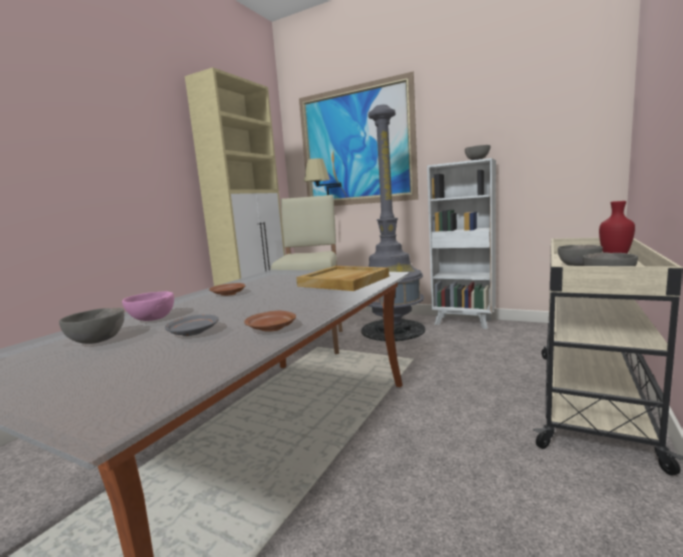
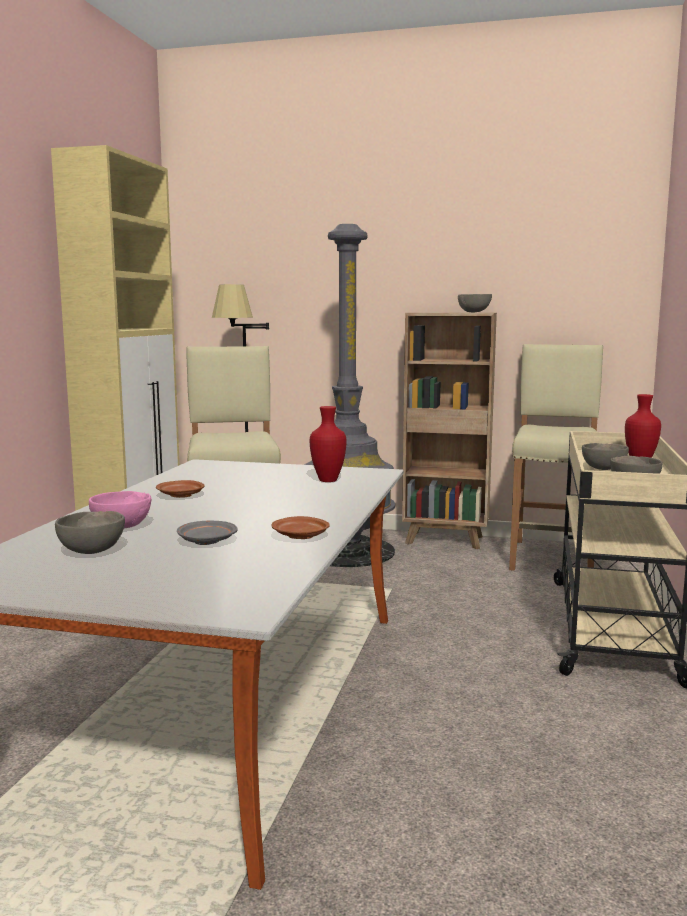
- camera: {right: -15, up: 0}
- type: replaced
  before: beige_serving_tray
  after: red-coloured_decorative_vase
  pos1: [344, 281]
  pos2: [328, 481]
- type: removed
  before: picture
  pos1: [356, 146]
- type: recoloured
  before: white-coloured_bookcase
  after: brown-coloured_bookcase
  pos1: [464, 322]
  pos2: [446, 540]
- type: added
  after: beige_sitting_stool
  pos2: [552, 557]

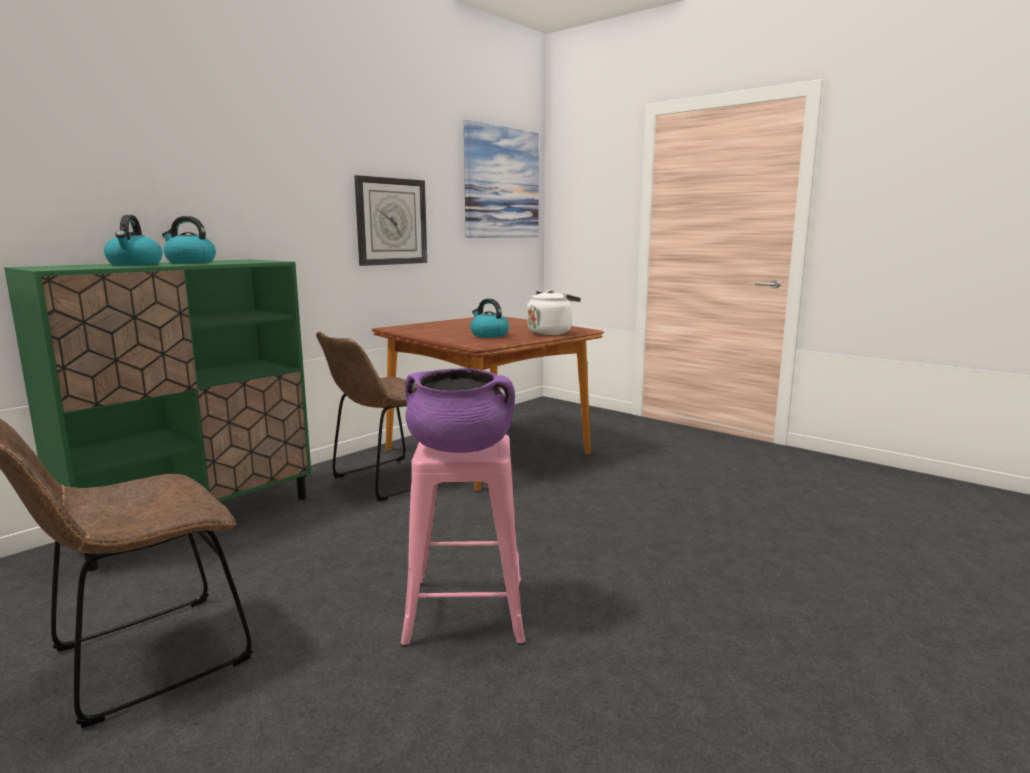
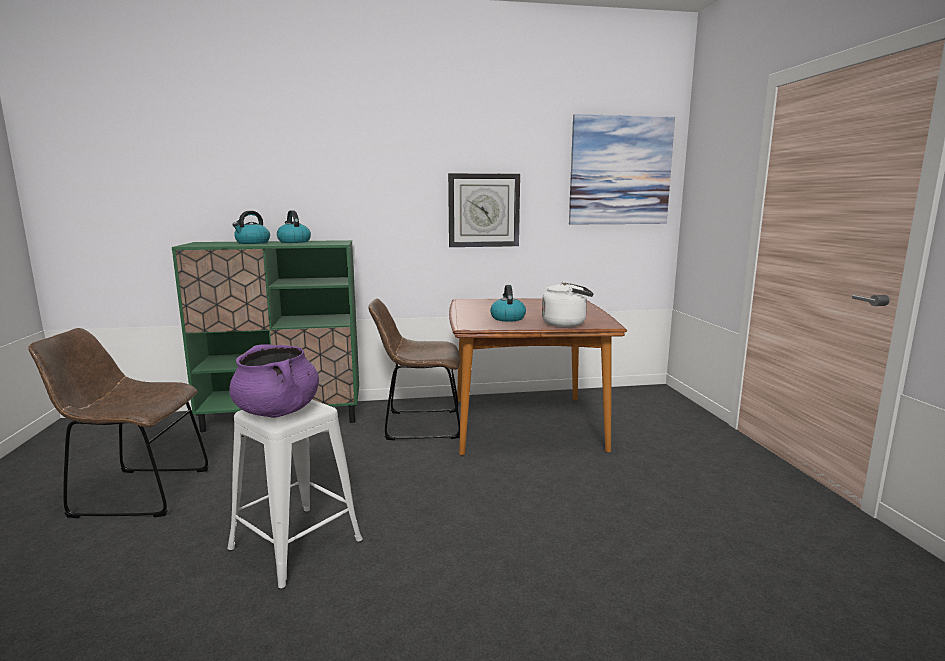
- camera: {right: 40, up: 0}
- type: recoloured
  before: pink-coloured_sitting_stool
  after: white-coloured_sitting_stool
  pos1: [466, 610]
  pos2: [296, 544]

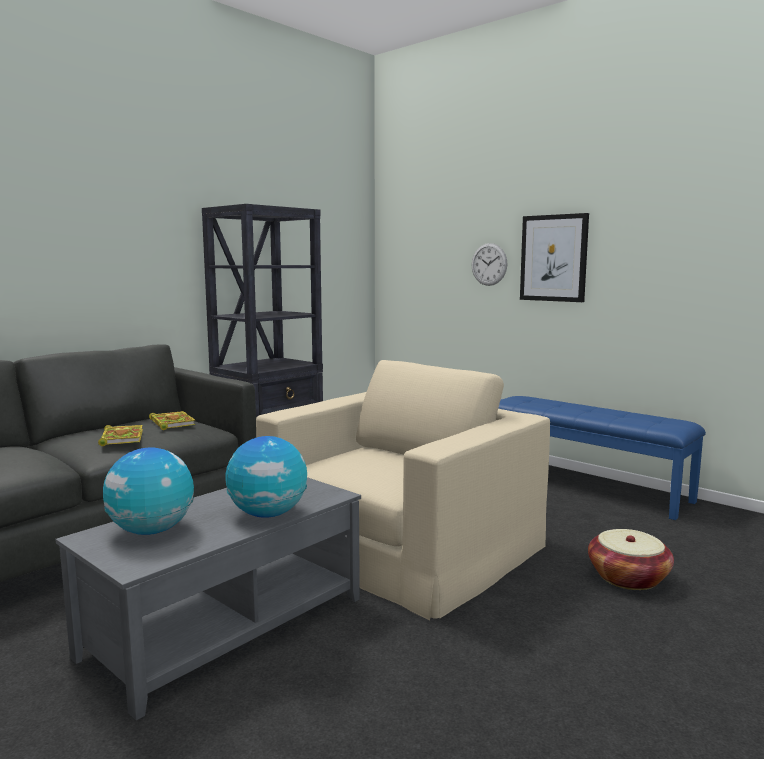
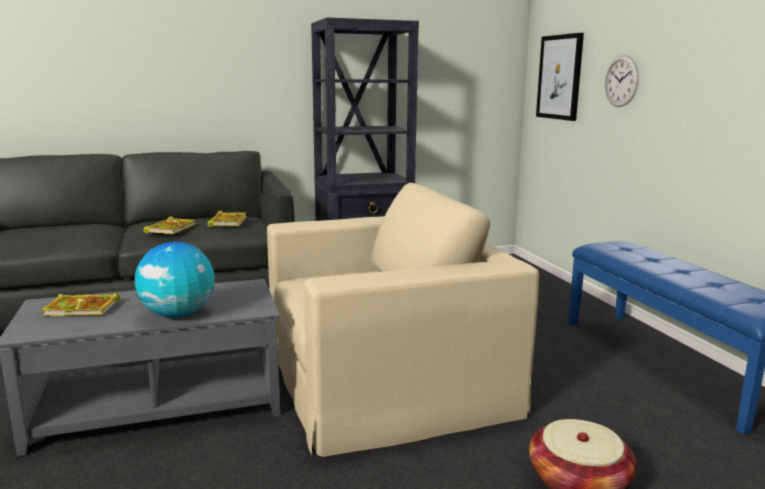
- camera: {right: 30, up: 5}
- type: replaced
  before: desk_globe
  after: bound_book
  pos1: [152, 531]
  pos2: [84, 308]
- type: moved
  before: picture
  pos1: [553, 258]
  pos2: [560, 77]

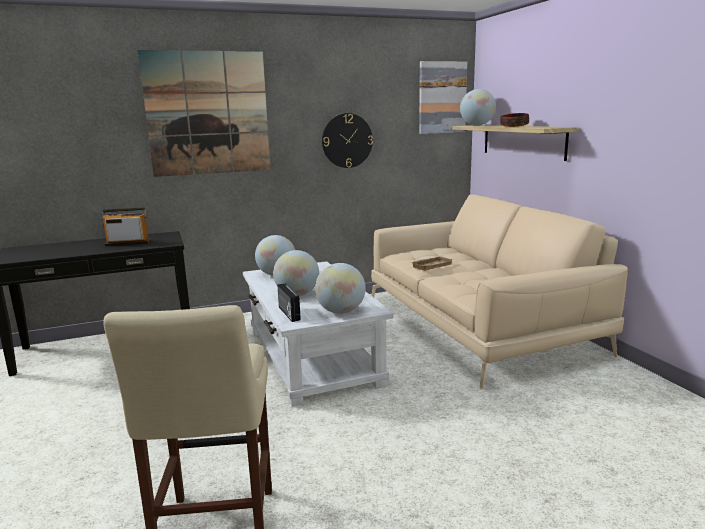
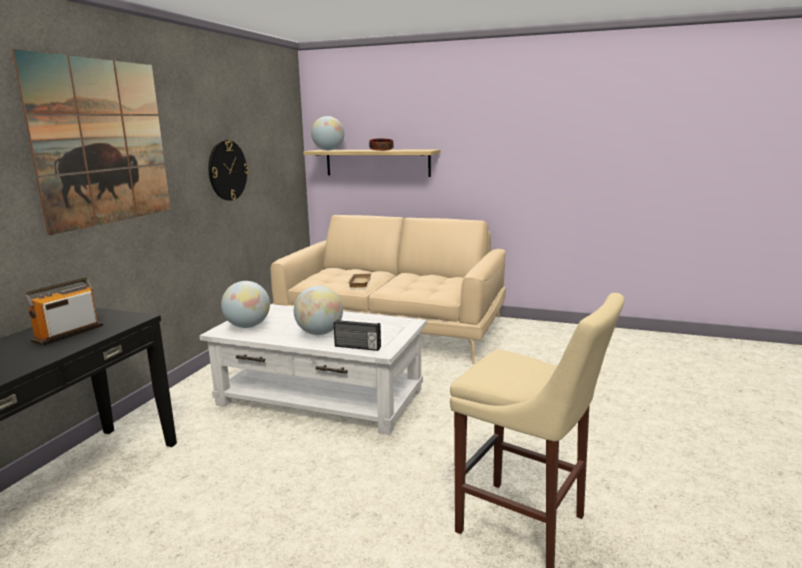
- camera: {right: -50, up: 0}
- type: removed
  before: desk_globe
  pos1: [341, 312]
- type: removed
  before: picture
  pos1: [442, 97]

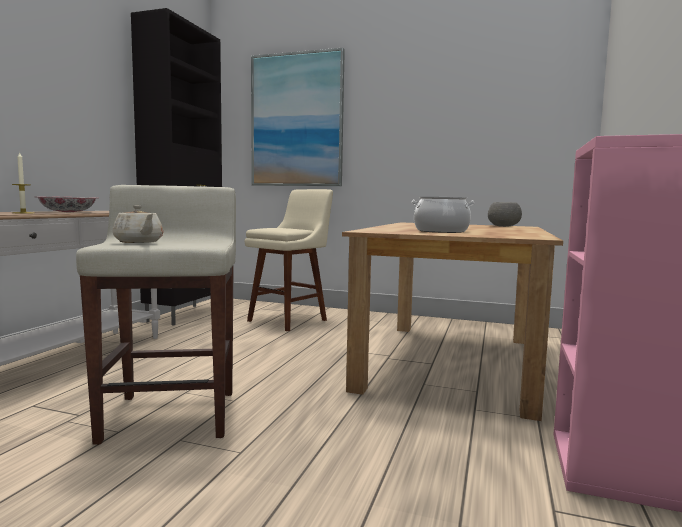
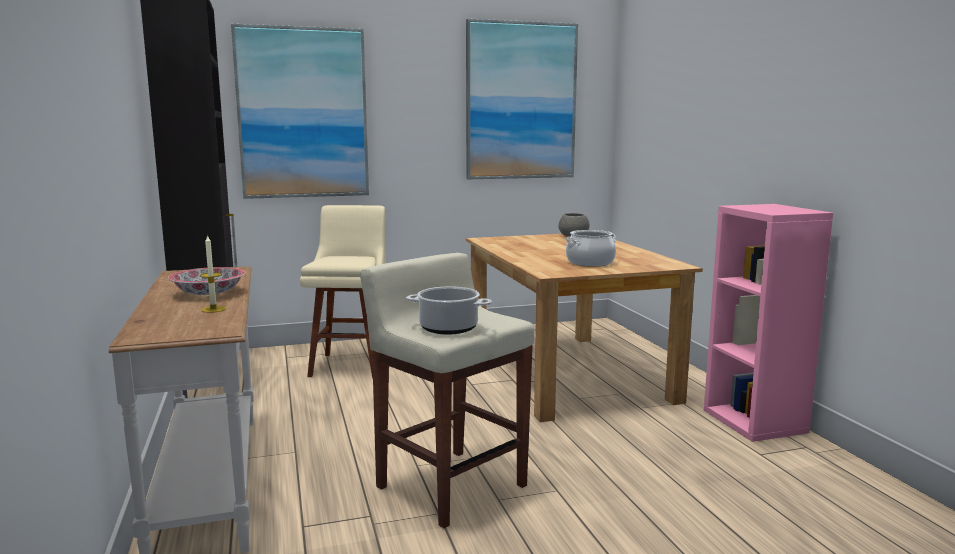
- camera: {right: -35, up: 5}
- type: replaced
  before: beige_teapot
  after: saucepot
  pos1: [139, 242]
  pos2: [447, 328]
- type: added
  after: picture
  pos2: [521, 101]

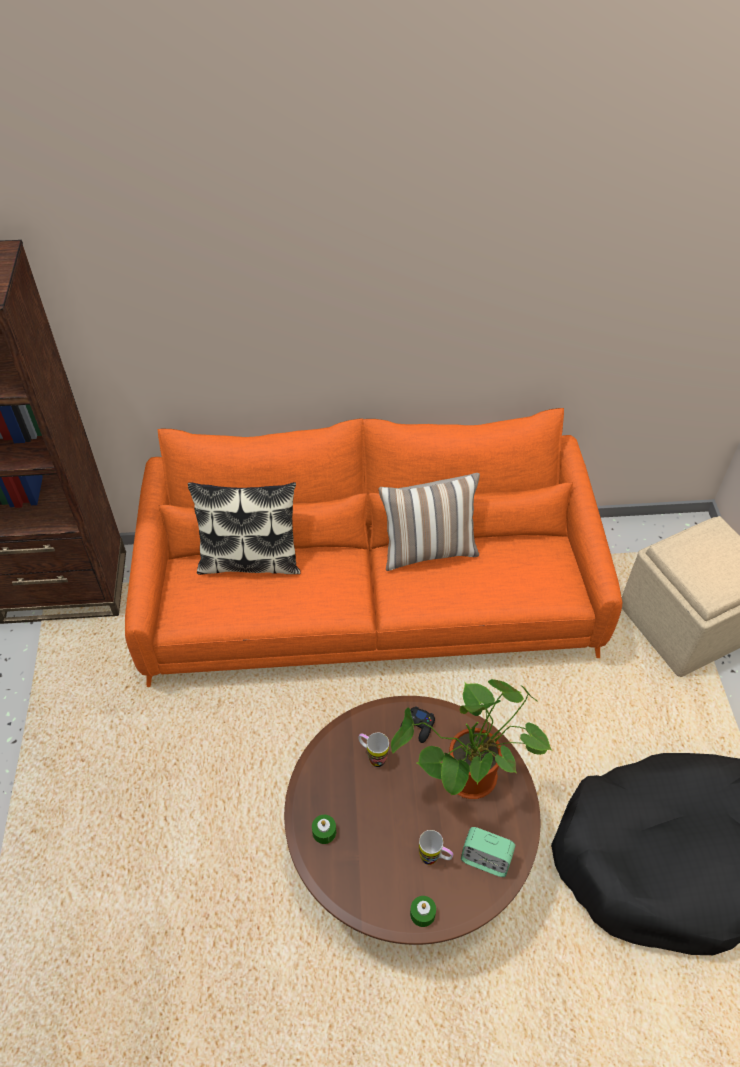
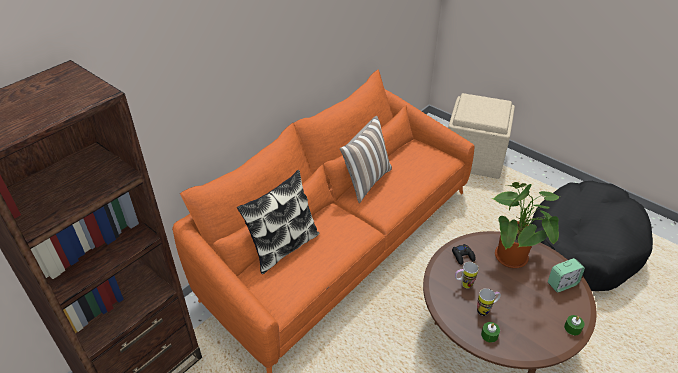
- camera: {right: -45, up: -10}
- type: moved
  before: coffee_mug
  pos1: [434, 859]
  pos2: [486, 310]

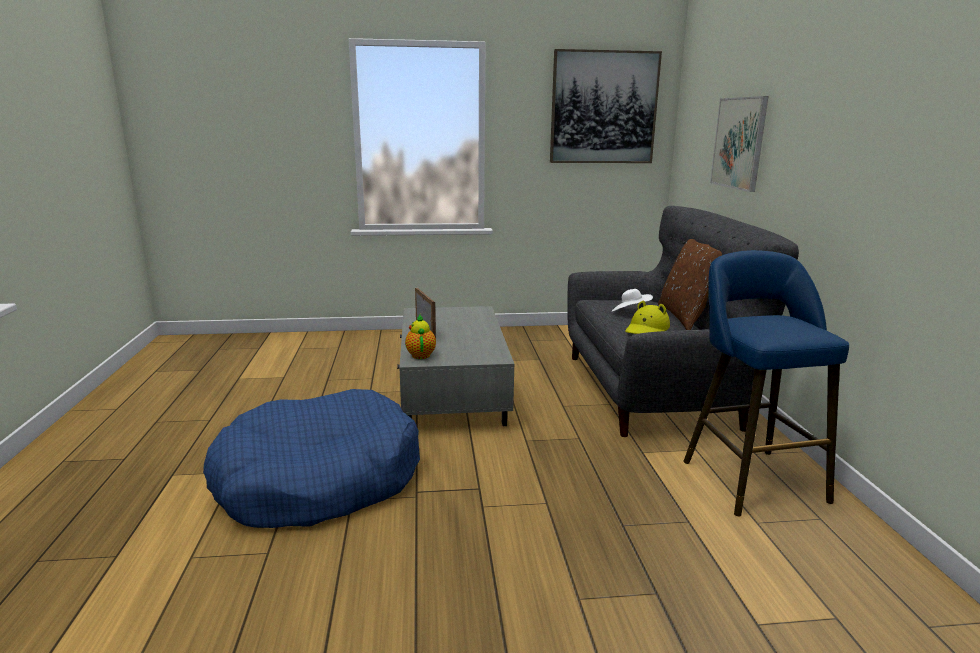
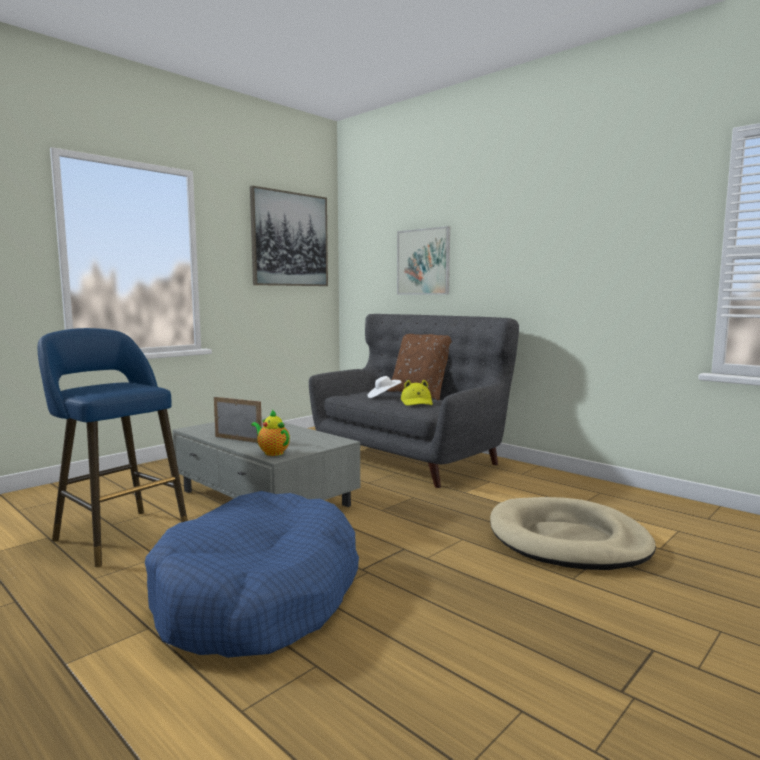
- camera: {right: -40, up: -10}
- type: moved
  before: blue_sitting_stool
  pos1: [748, 477]
  pos2: [118, 534]
- type: added
  after: beige_pet_bed
  pos2: [567, 540]

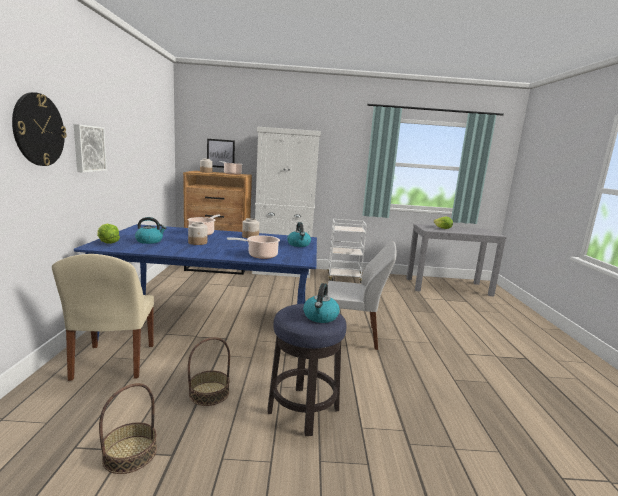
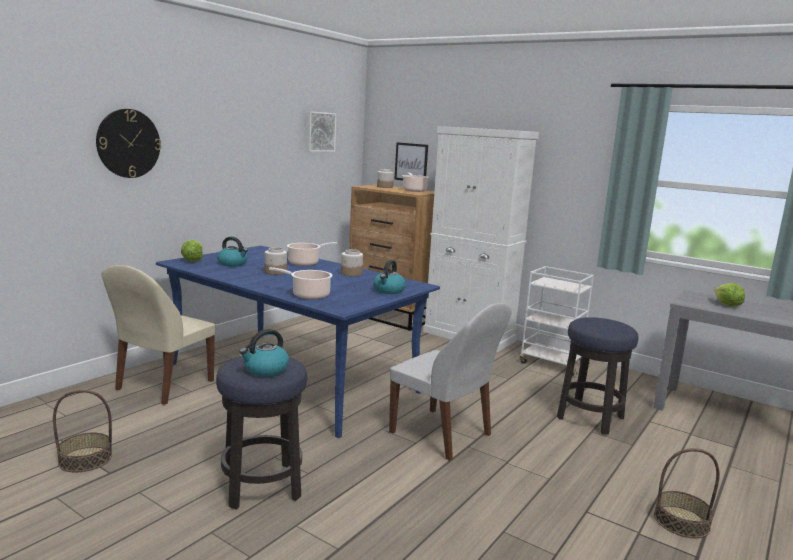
- camera: {right: 35, up: 0}
- type: moved
  before: picture
  pos1: [88, 148]
  pos2: [319, 132]
- type: moved
  before: storage_basket
  pos1: [209, 393]
  pos2: [681, 521]
- type: added
  after: sitting_stool
  pos2: [590, 418]

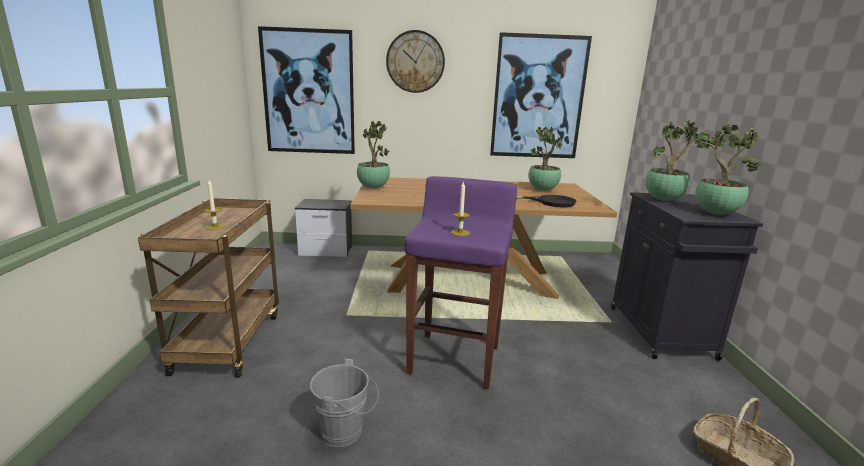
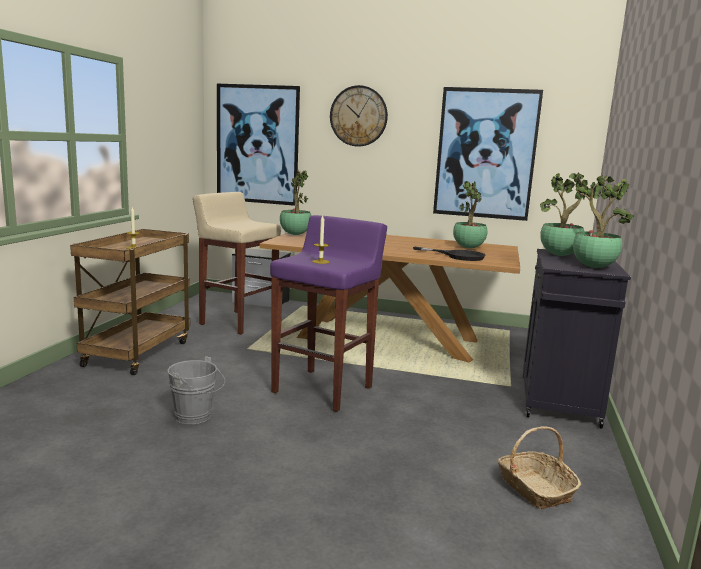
- camera: {right: 15, up: -5}
- type: added
  after: beige_sitting_stool
  pos2: [237, 322]

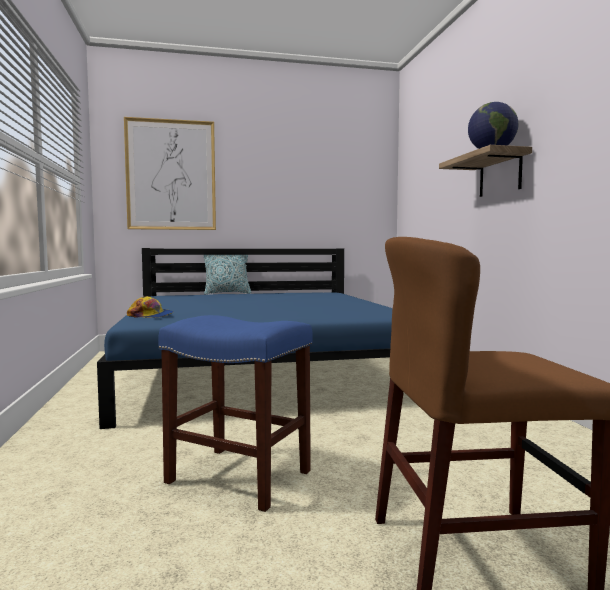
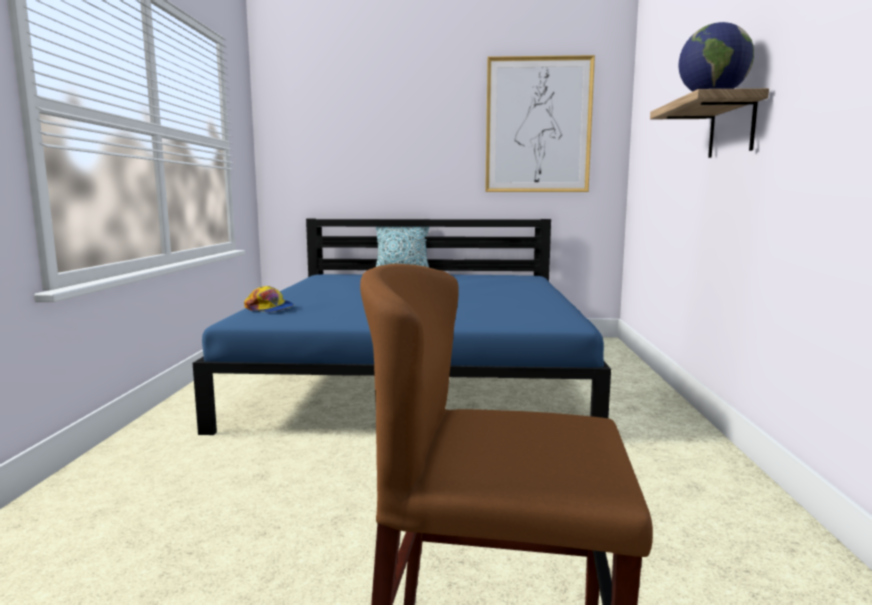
- camera: {right: 15, up: 5}
- type: moved
  before: picture
  pos1: [171, 175]
  pos2: [538, 125]
- type: removed
  before: blue_sitting_stool
  pos1: [241, 477]

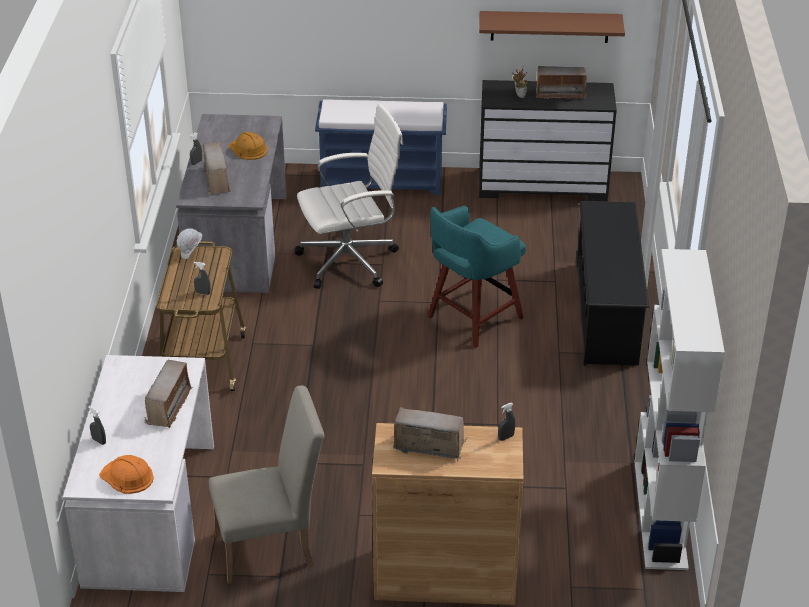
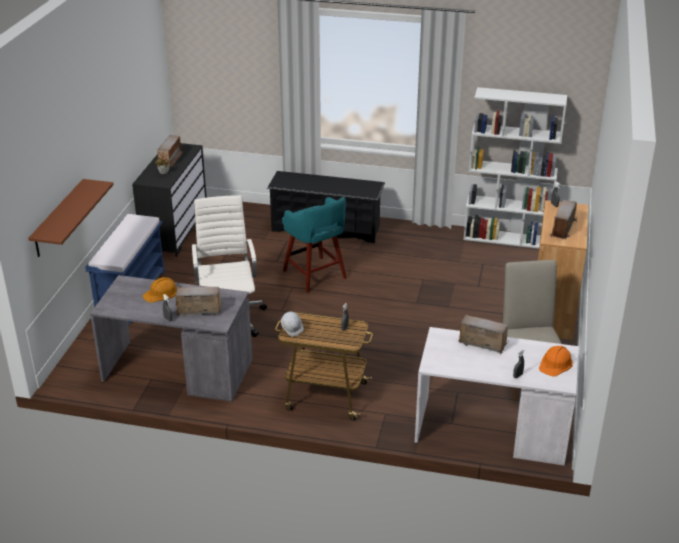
- camera: {right: -80, up: -5}
- type: moved
  before: brown-coloured_wall_shelf
  pos1: [550, 26]
  pos2: [58, 218]

